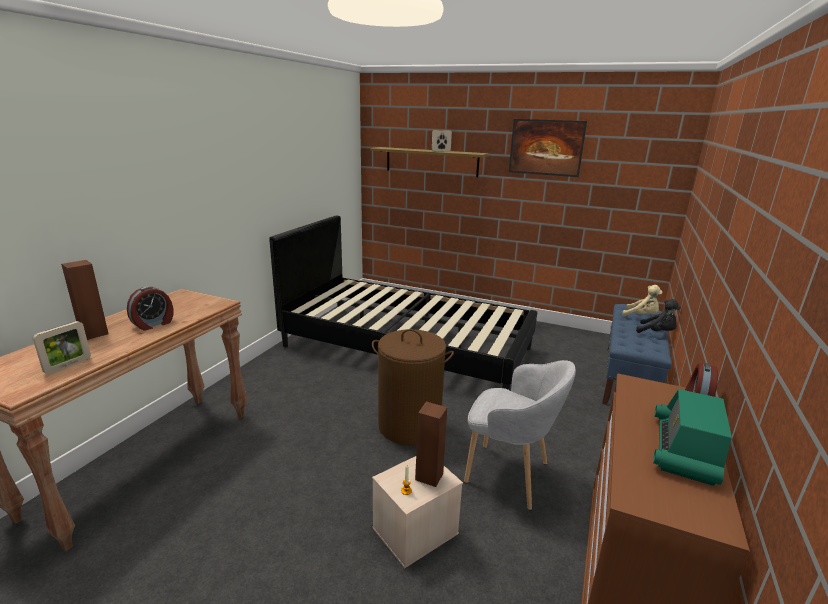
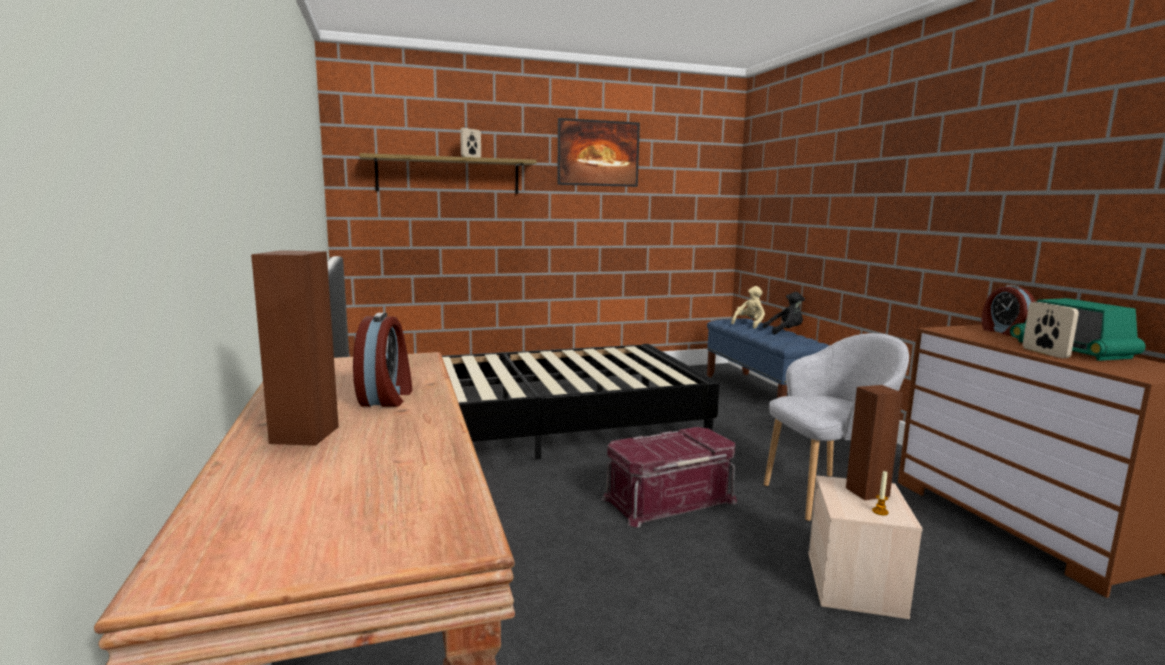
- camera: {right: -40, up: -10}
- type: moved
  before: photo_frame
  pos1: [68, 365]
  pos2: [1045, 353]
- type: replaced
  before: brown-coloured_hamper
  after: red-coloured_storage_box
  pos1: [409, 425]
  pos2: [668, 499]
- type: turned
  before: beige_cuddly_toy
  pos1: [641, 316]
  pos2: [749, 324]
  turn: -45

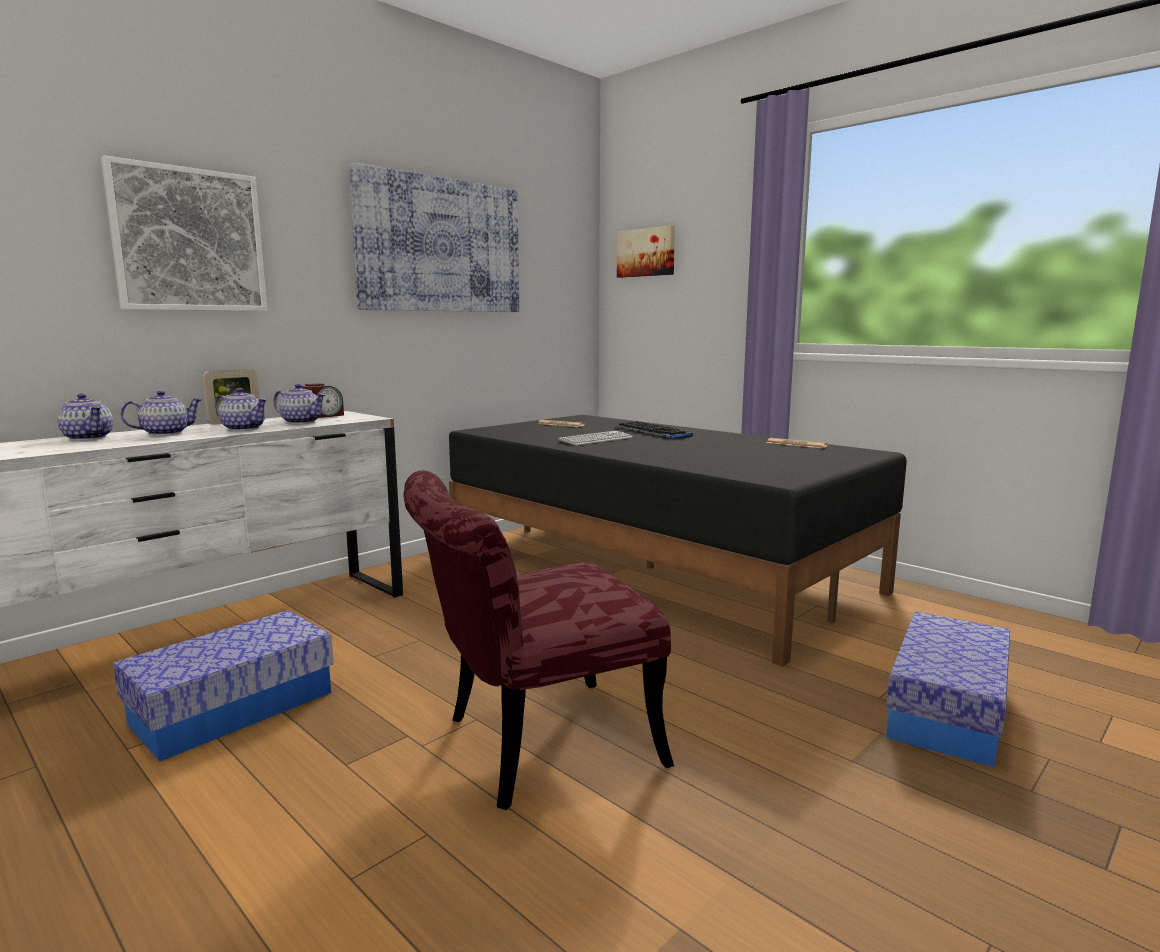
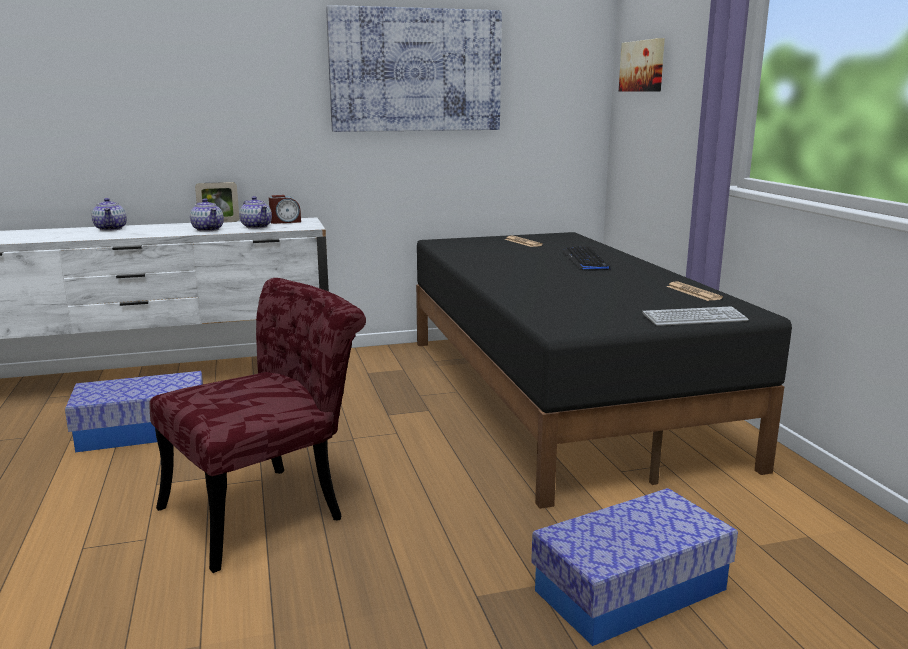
- camera: {right: 30, up: 5}
- type: removed
  before: picture
  pos1: [189, 240]
- type: removed
  before: teapot
  pos1: [165, 433]
- type: turned
  before: red-coloured_chair
  pos1: [531, 746]
  pos2: [269, 508]
  turn: 135
- type: moved
  before: PC_keyboard
  pos1: [596, 440]
  pos2: [694, 318]

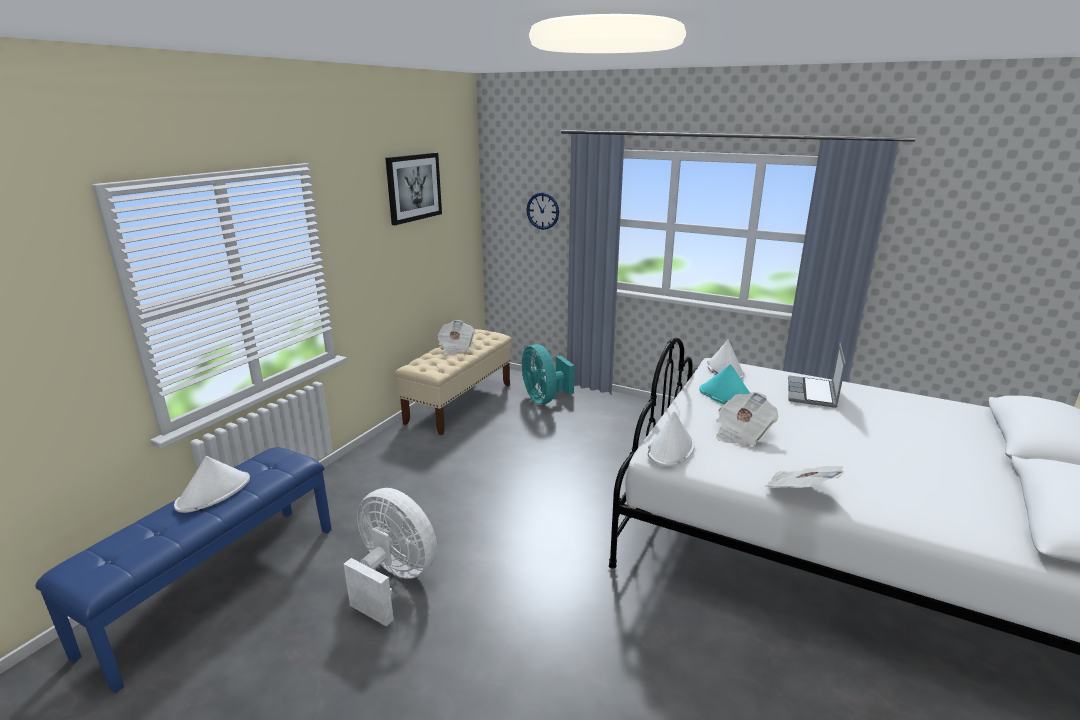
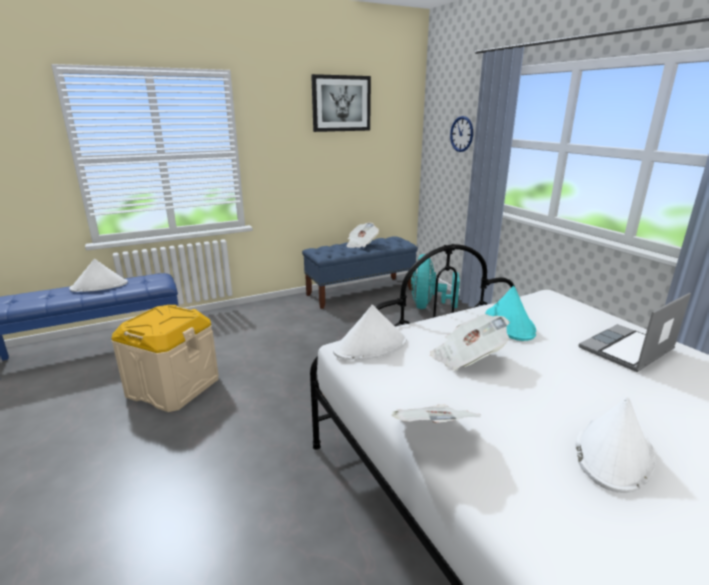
- camera: {right: 35, up: 0}
- type: replaced
  before: white-coloured_fan
  after: beige_storage_box
  pos1: [393, 580]
  pos2: [173, 387]
- type: recoloured
  before: beige_indoor_bench
  after: blue_indoor_bench
  pos1: [460, 403]
  pos2: [360, 292]
- type: moved
  before: white-coloured_wearable_hat
  pos1: [724, 369]
  pos2: [613, 452]

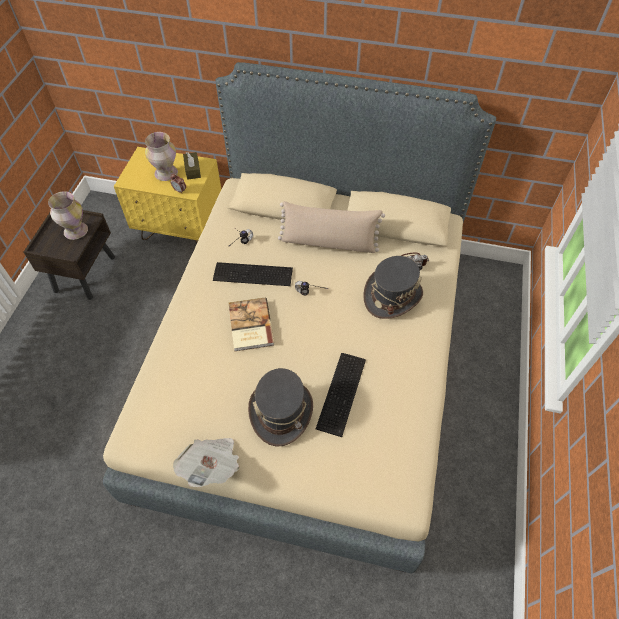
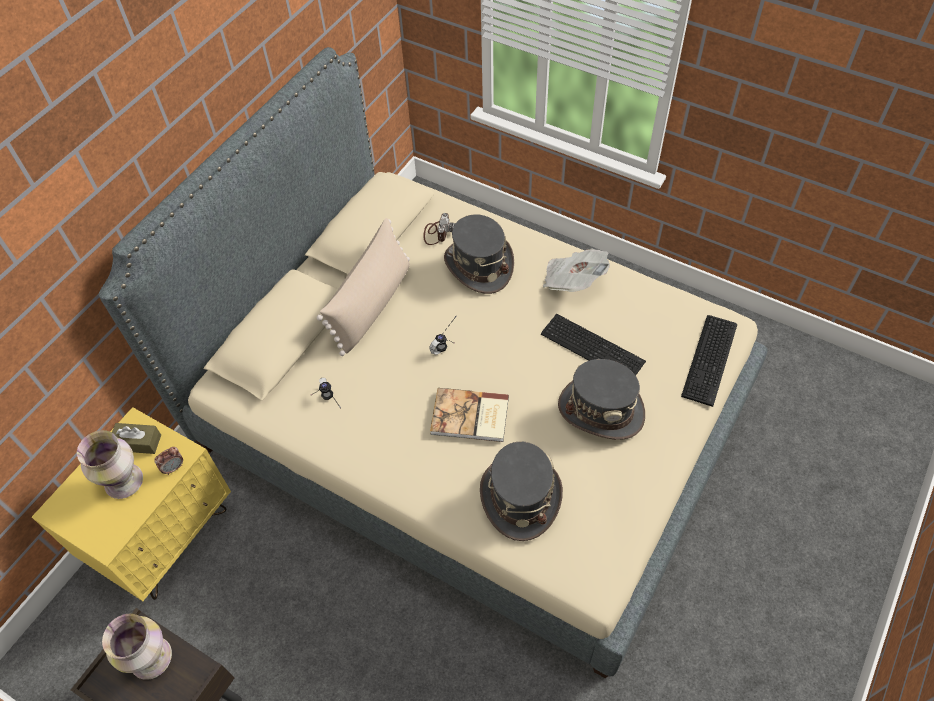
- camera: {right: -70, up: 0}
- type: moved
  before: daily_paper
  pos1: [211, 465]
  pos2: [573, 280]
- type: moved
  before: PC_keyboard
  pos1: [253, 275]
  pos2: [712, 359]
- type: added
  after: greyish_wearable_hat
  pos2: [520, 497]

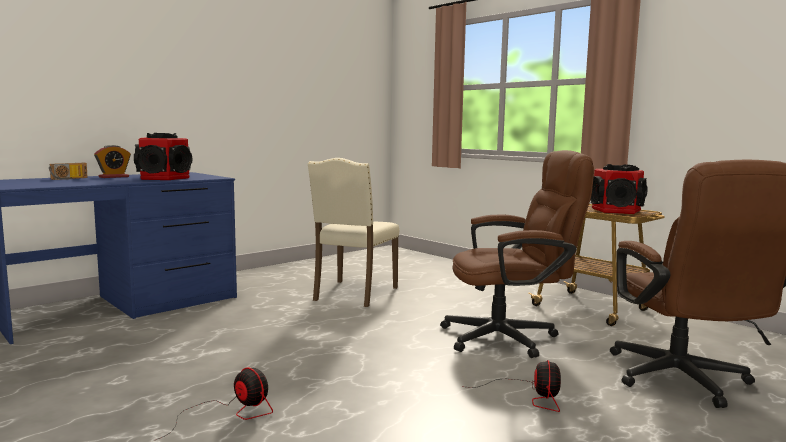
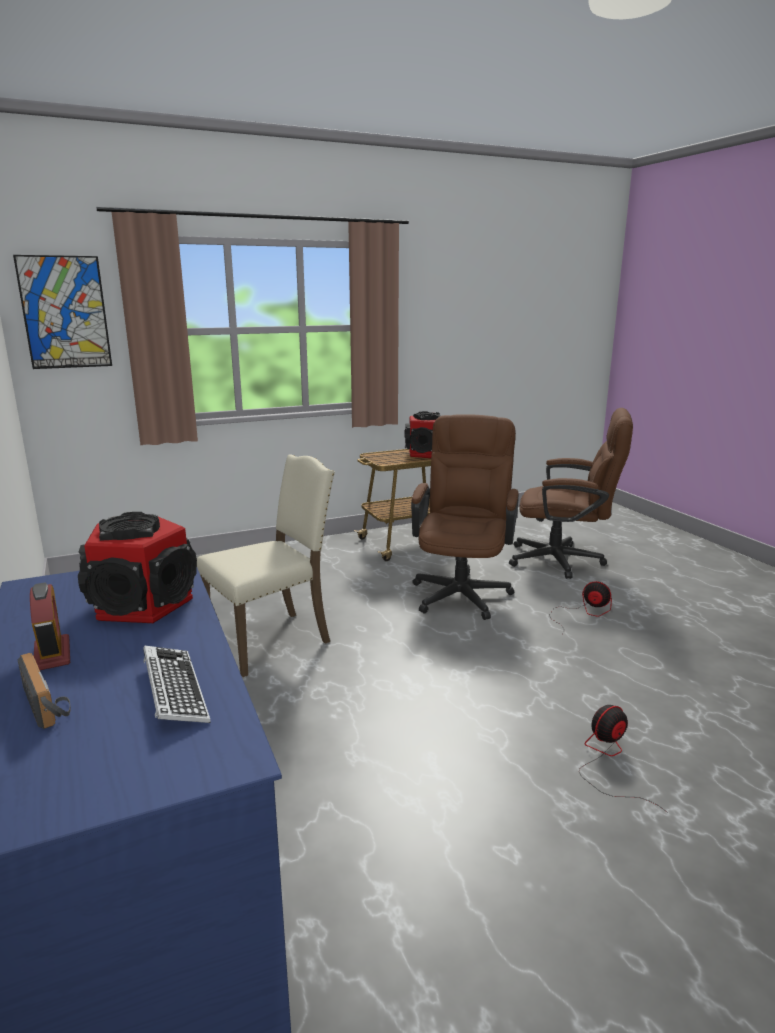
- camera: {right: -70, up: 10}
- type: turned
  before: beige_chair
  pos1: [353, 294]
  pos2: [271, 640]
  turn: -75
- type: added
  after: picture
  pos2: [65, 312]
- type: added
  after: PC_keyboard
  pos2: [174, 691]

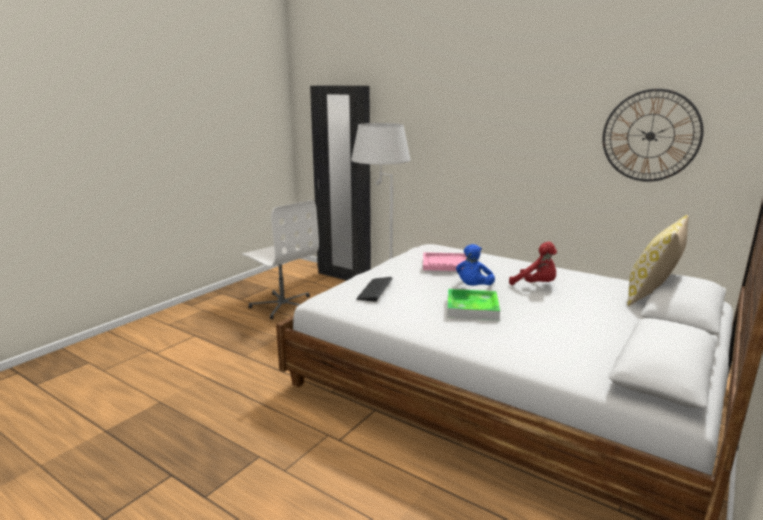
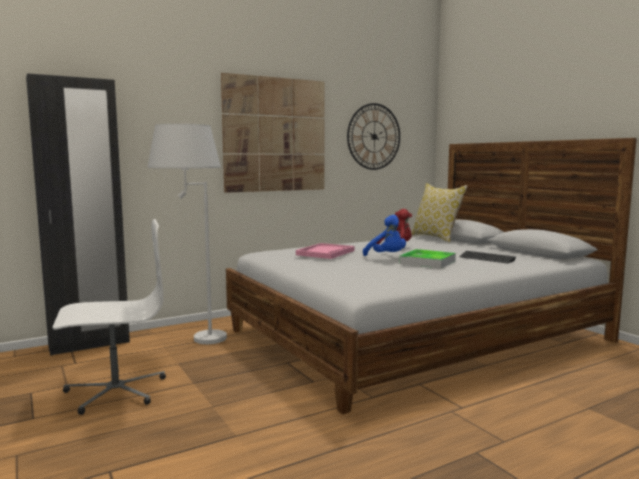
- camera: {right: -65, up: -10}
- type: moved
  before: PC_keyboard
  pos1: [375, 290]
  pos2: [486, 258]
- type: added
  after: picture
  pos2: [275, 135]

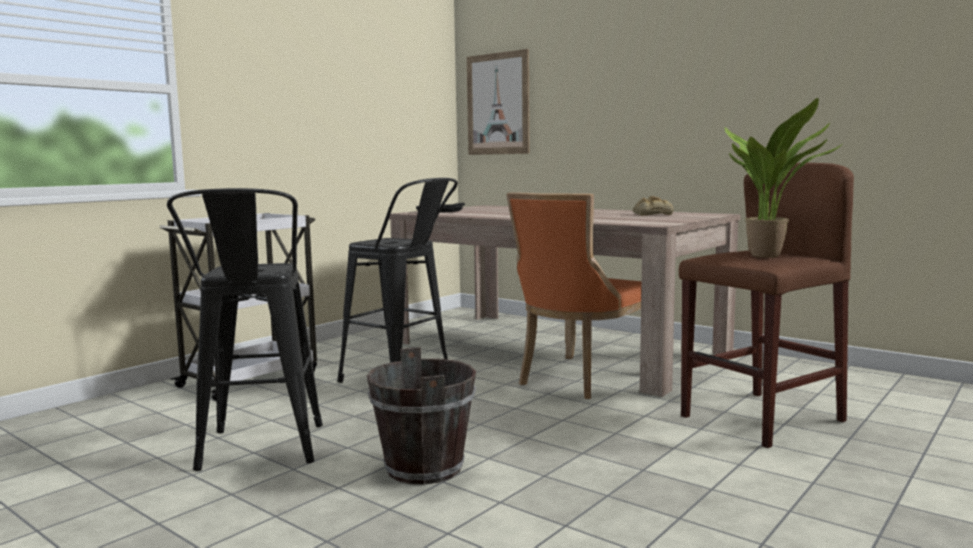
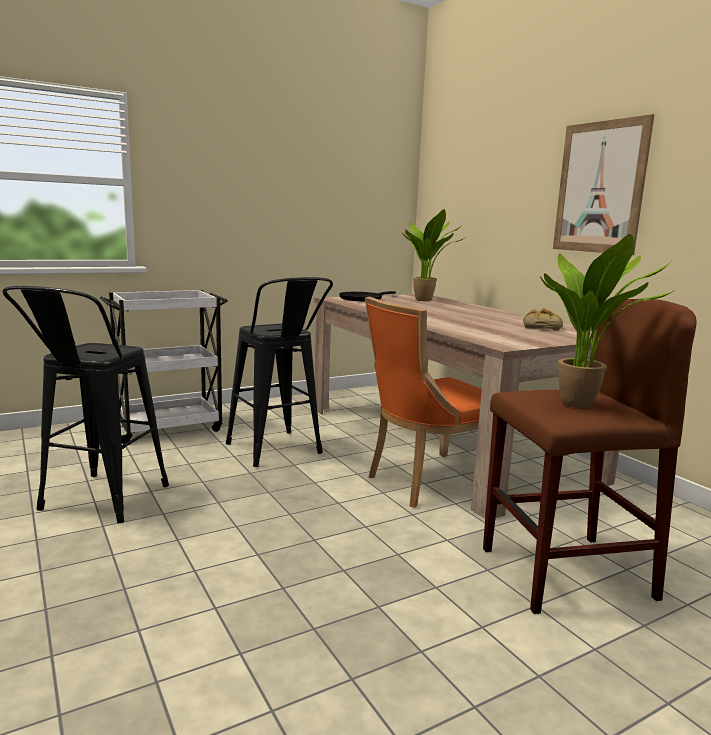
- camera: {right: 20, up: 5}
- type: removed
  before: brown-coloured_pail
  pos1: [425, 468]
- type: moved
  before: picture
  pos1: [498, 104]
  pos2: [600, 187]
- type: added
  after: potted_plant
  pos2: [426, 300]

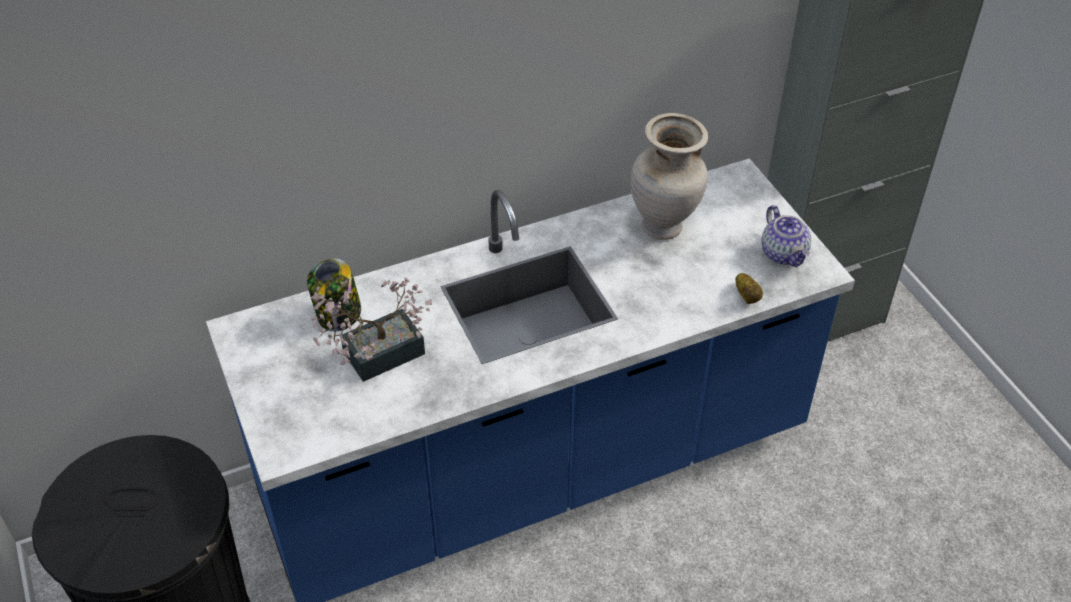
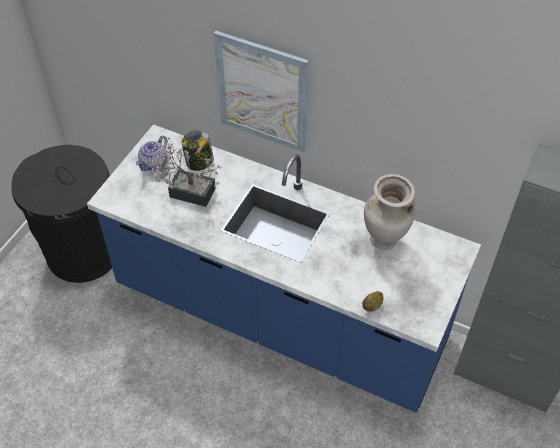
- camera: {right: 50, up: 5}
- type: moved
  before: teapot
  pos1: [784, 254]
  pos2: [154, 164]
- type: added
  after: picture
  pos2: [262, 92]

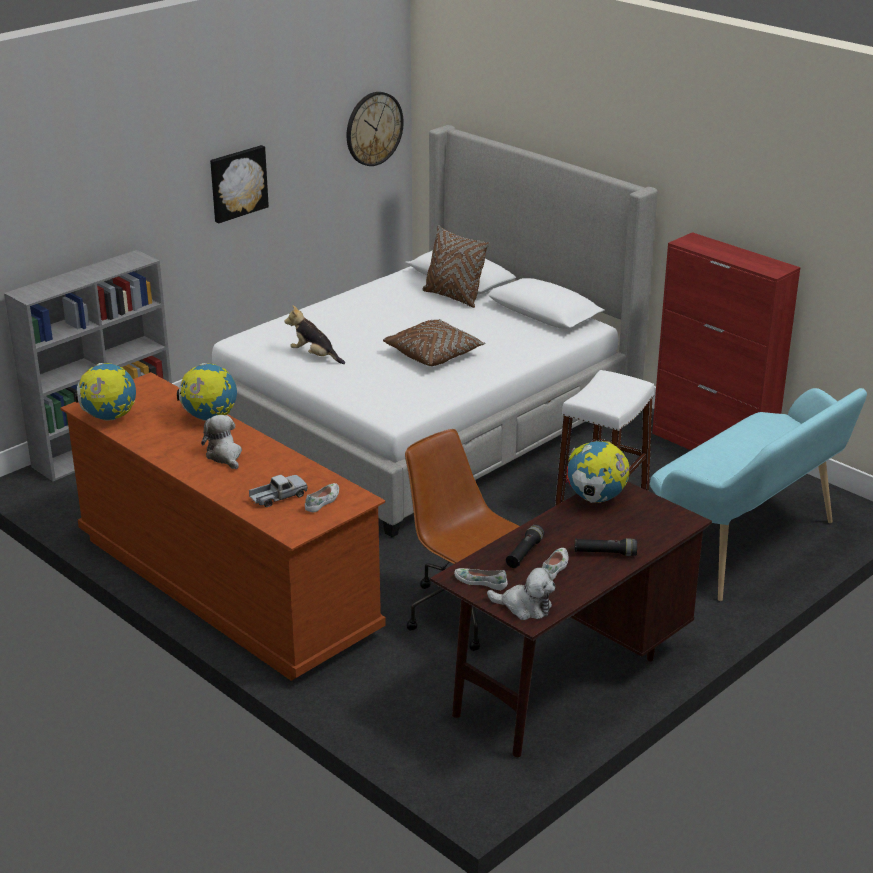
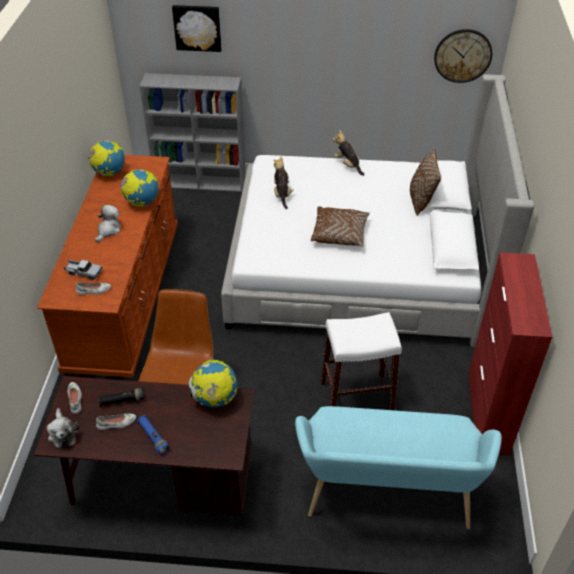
- camera: {right: 50, up: 15}
- type: moved
  before: picture
  pos1: [237, 183]
  pos2: [197, 27]
- type: recoloured
  before: black_torch
  after: blue_torch
  pos1: [605, 553]
  pos2: [153, 437]
- type: added
  after: cuddly_toy
  pos2: [348, 165]

